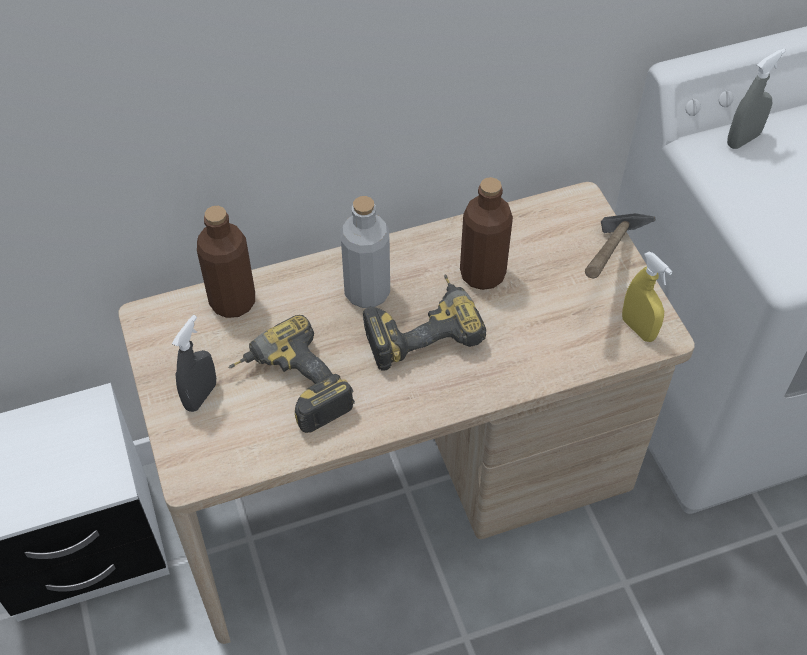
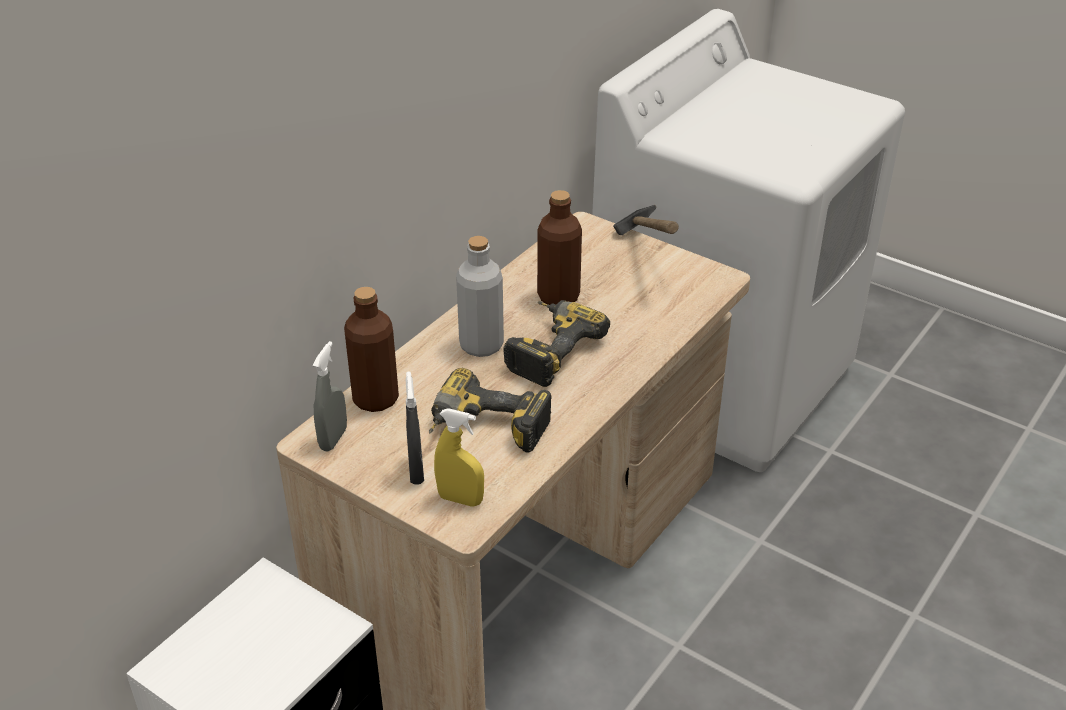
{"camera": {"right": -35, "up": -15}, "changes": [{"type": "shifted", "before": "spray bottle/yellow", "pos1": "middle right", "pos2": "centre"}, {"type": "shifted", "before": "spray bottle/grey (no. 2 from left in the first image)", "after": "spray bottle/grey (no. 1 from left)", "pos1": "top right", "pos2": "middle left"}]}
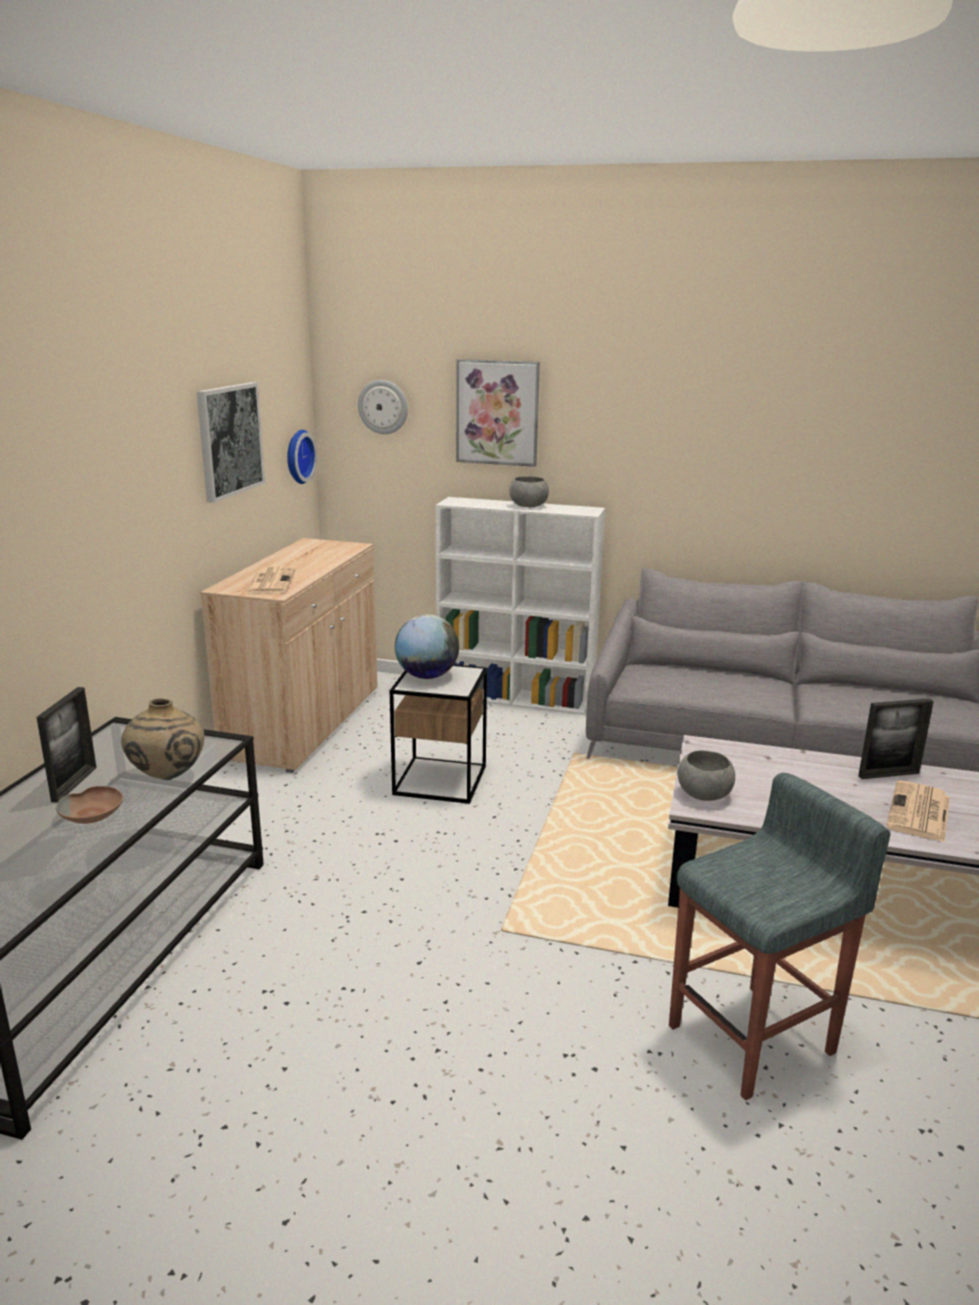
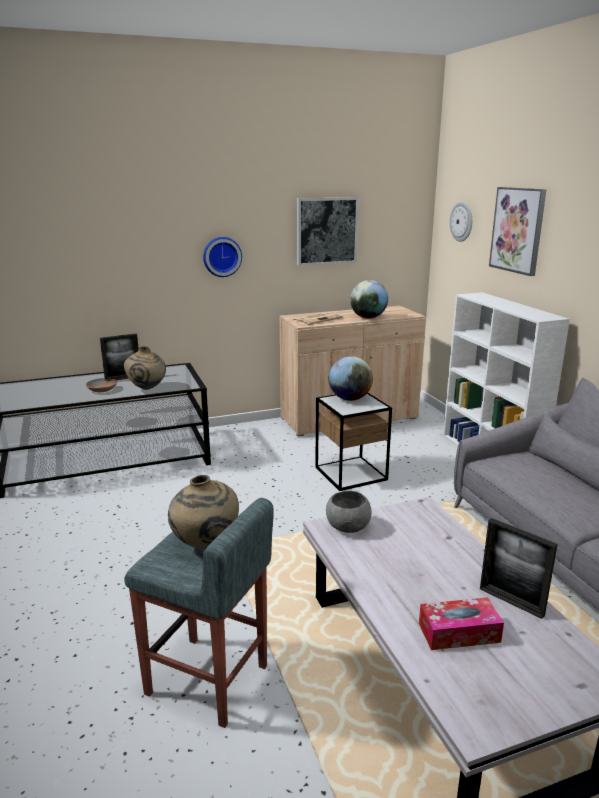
{"camera": {"right": 55, "up": 0}, "changes": [{"type": "shifted", "before": "wall clock (no. 1 from left)", "pos1": "middle left", "pos2": "top centre"}, {"type": "gone", "before": "bowl/grey (no. 1 from left)", "pos1": "centre"}, {"type": "swapped", "before": "newspaper (no. 2 from left)", "after": "tissue box", "pos1": "middle right", "pos2": "bottom right"}, {"type": "new", "after": "vase/beige (no. 2 from left)", "pos2": "centre"}, {"type": "new", "after": "globe (no. 2 from left)", "pos2": "centre"}]}
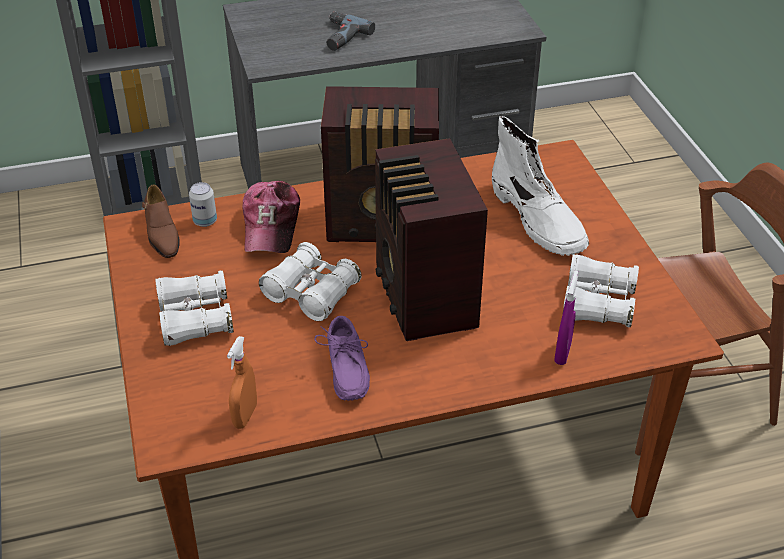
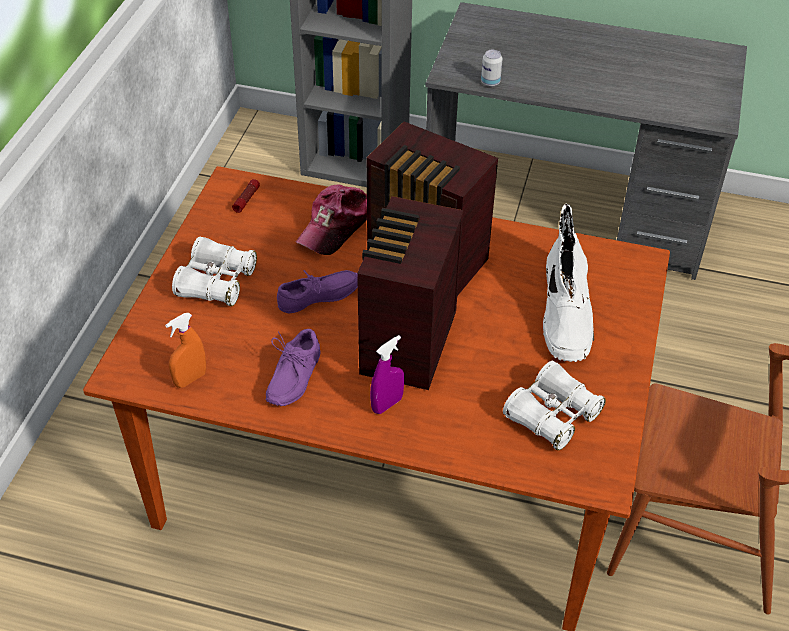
{"camera": {"right": 30, "up": 5}, "changes": [{"type": "swapped", "before": "shoe/brown", "after": "flashlight", "pos1": "middle left", "pos2": "top left"}, {"type": "shifted", "before": "can", "pos1": "middle left", "pos2": "top centre"}, {"type": "swapped", "before": "binoculars/white (no. 2 from left)", "after": "shoe/purple (no. 2 from left)", "pos1": "centre", "pos2": "centre"}, {"type": "gone", "before": "power drill", "pos1": "top centre"}, {"type": "shifted", "before": "spray bottle/purple", "pos1": "middle right", "pos2": "centre"}]}
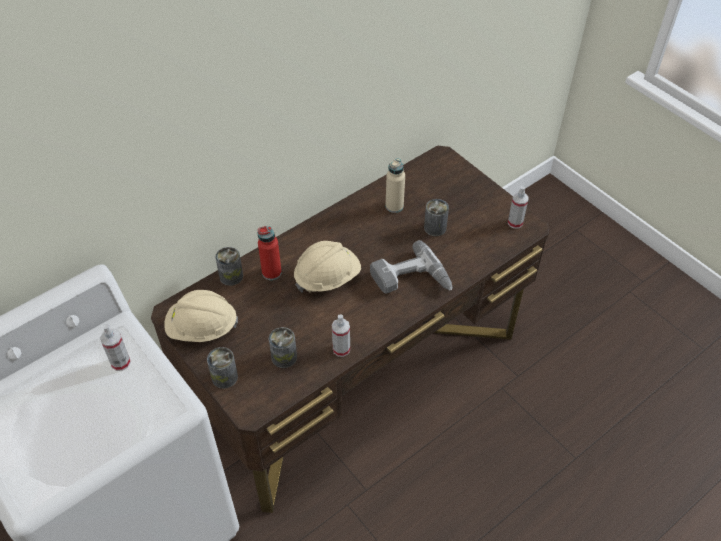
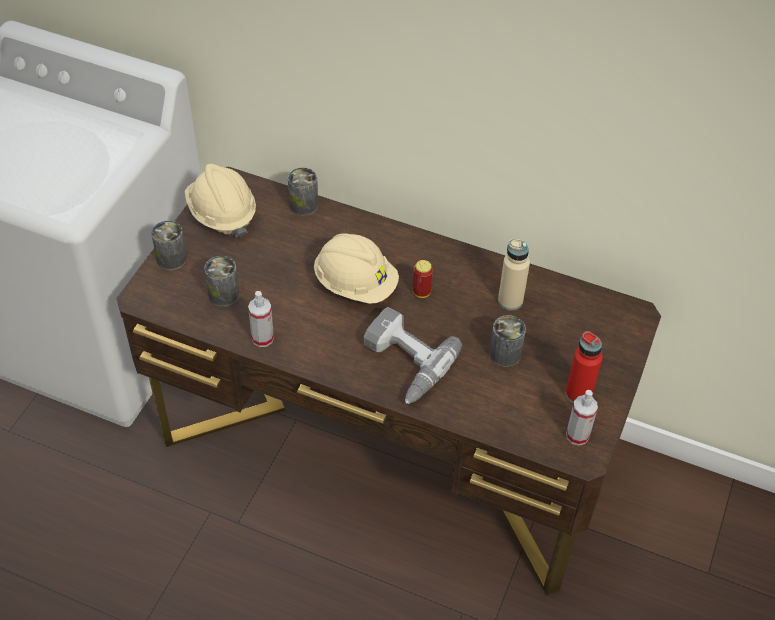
{"camera": {"right": 60, "up": 0}, "changes": [{"type": "gone", "before": "spray bottle (no. 1 from left)", "pos1": "middle left"}, {"type": "shifted", "before": "bottle/red", "pos1": "centre", "pos2": "middle right"}, {"type": "new", "after": "can (no. 4 from left)", "pos2": "centre"}]}
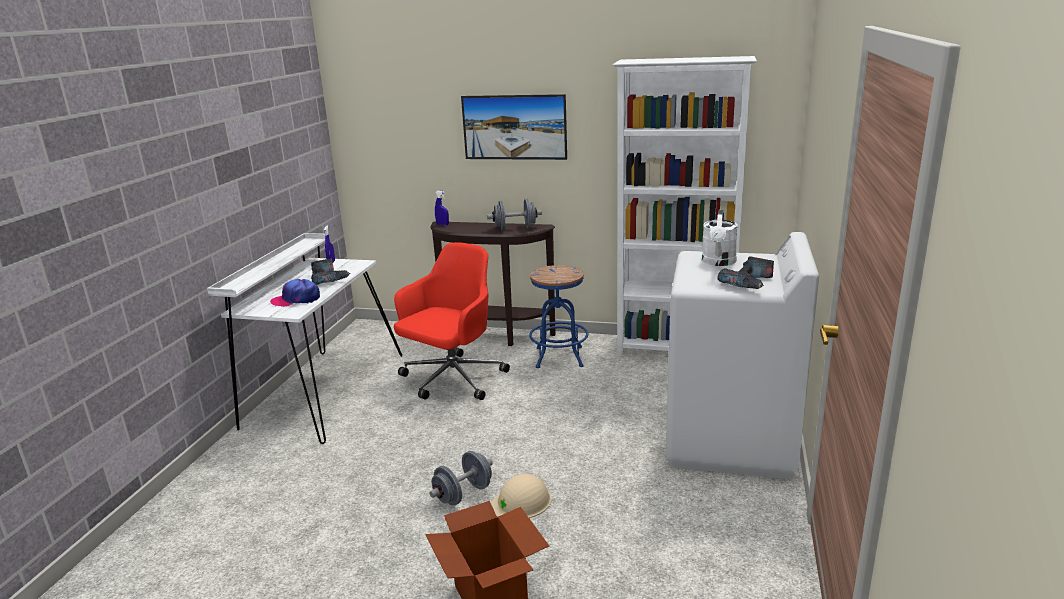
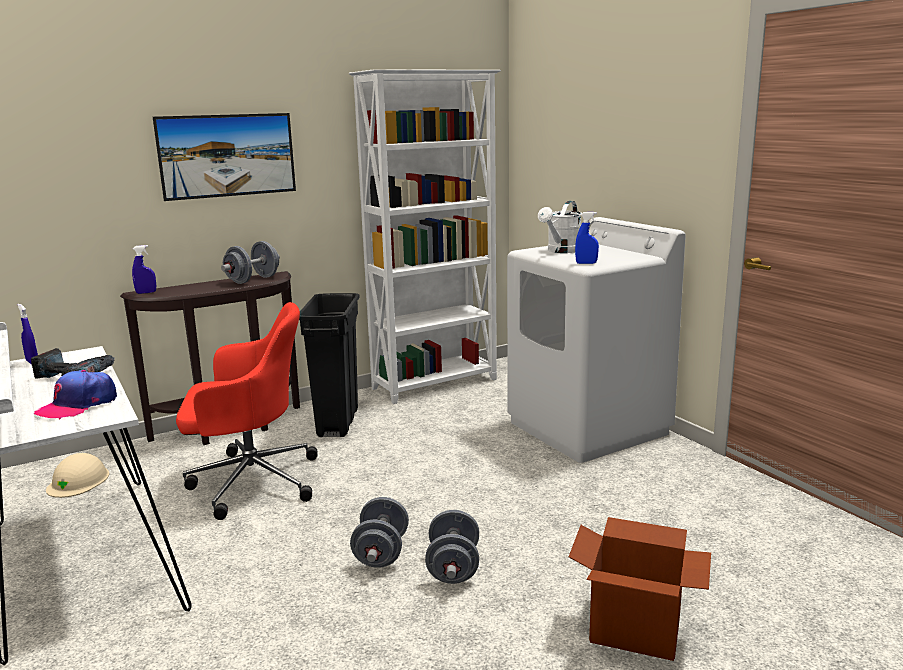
{"camera": {"right": -45, "up": -5}, "changes": [{"type": "rotated", "before": "office chair/red", "pos1": "centre", "pos2": "middle left", "turn": 90}, {"type": "shifted", "before": "hard hat/beige", "pos1": "bottom centre", "pos2": "bottom left"}, {"type": "swapped", "before": "stool/blue", "after": "trash can/black", "pos1": "centre", "pos2": "centre"}, {"type": "rotated", "before": "watering can/white", "pos1": "middle right", "pos2": "centre", "turn": 60}, {"type": "gone", "before": "power drill (no. 2 from left)", "pos1": "middle right"}, {"type": "new", "after": "dumbbell/grey (no. 2 from left)", "pos2": "bottom centre"}, {"type": "new", "after": "spray bottle/blue (no. 3 from left)", "pos2": "centre"}]}
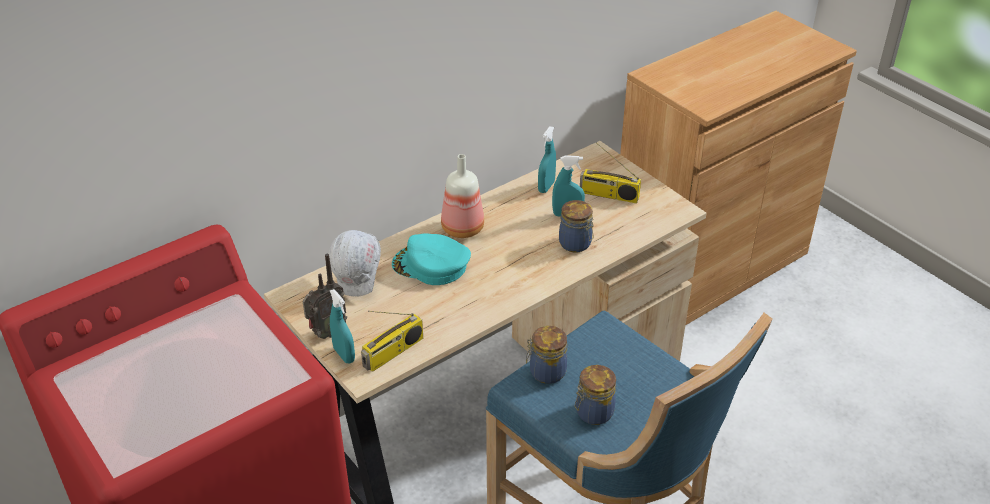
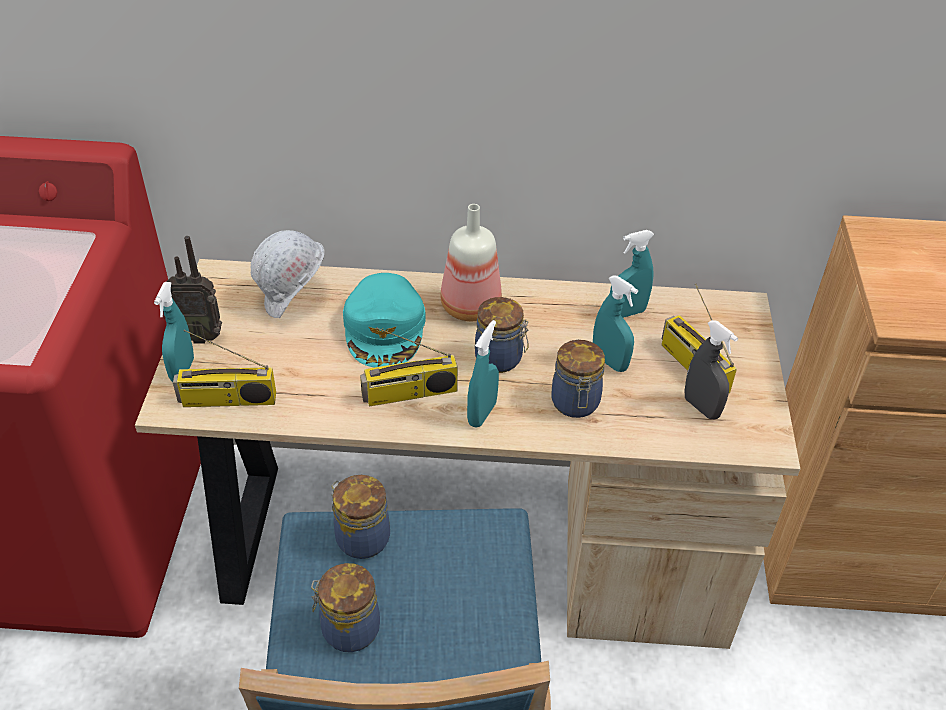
{"camera": {"right": 40, "up": 5}, "changes": [{"type": "rotated", "before": "cap/turquoise", "pos1": "centre", "pos2": "centre", "turn": -150}, {"type": "new", "after": "radio (no. 3 from left)", "pos2": "centre"}, {"type": "new", "after": "spray bottle/turquoise (no. 2 from left)", "pos2": "centre"}, {"type": "new", "after": "jar (no. 3 from left)", "pos2": "centre"}, {"type": "new", "after": "spray bottle/grey", "pos2": "middle right"}]}
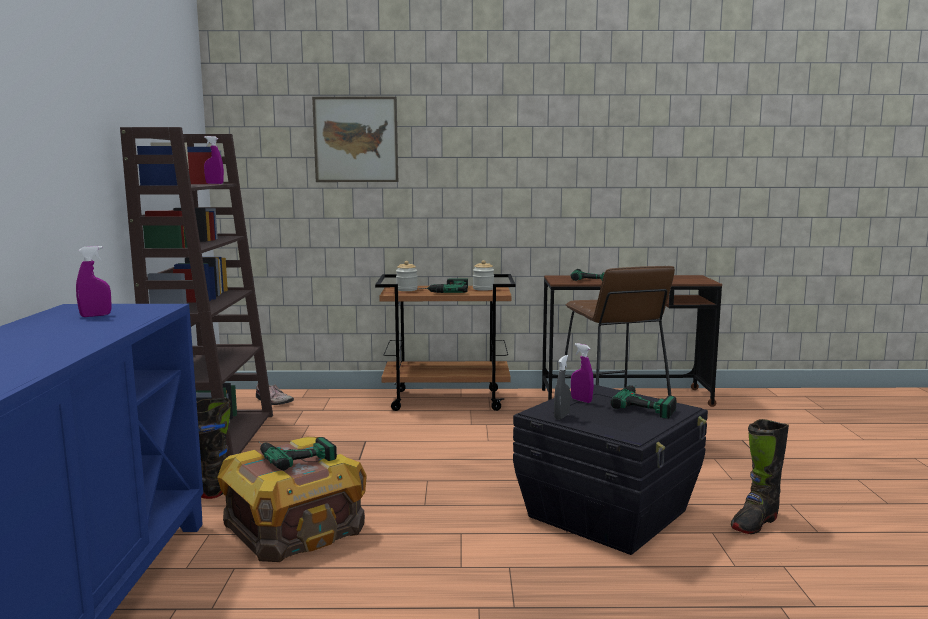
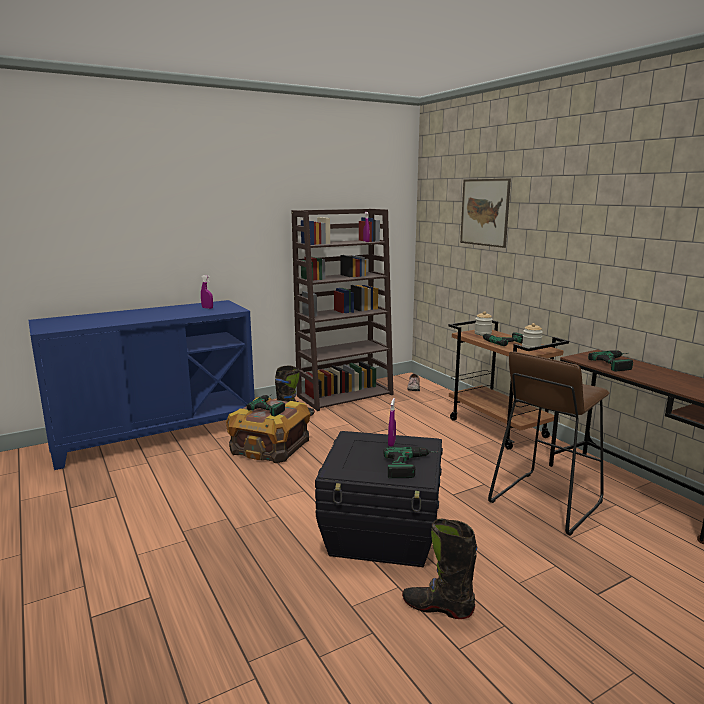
{"camera": {"right": 60, "up": 5}, "changes": [{"type": "gone", "before": "spray bottle/grey", "pos1": "centre"}]}
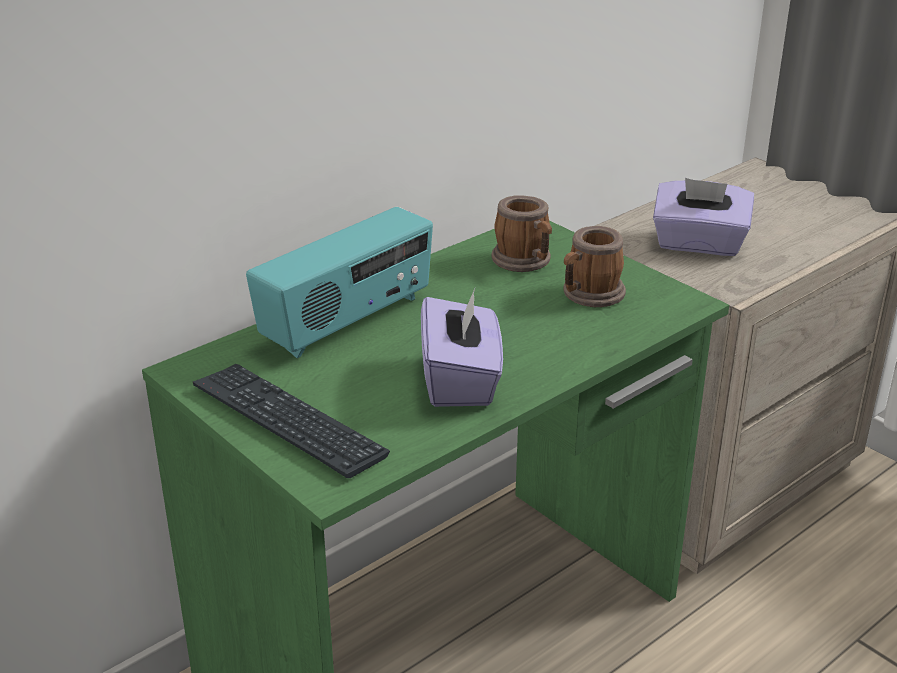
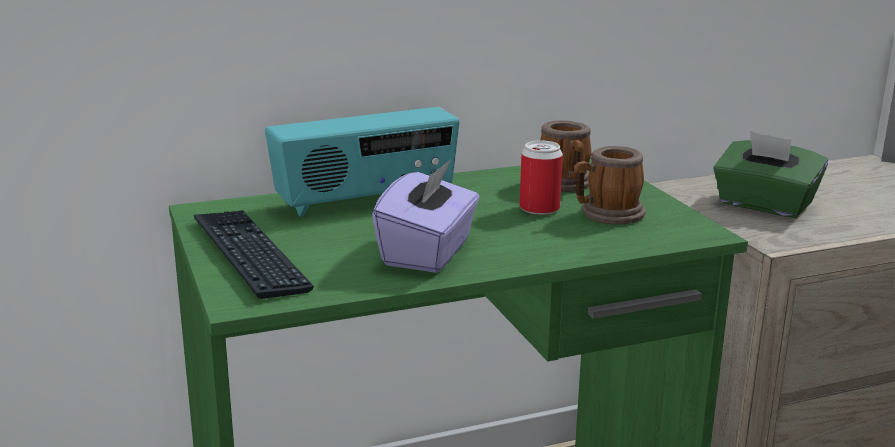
{"camera": {"right": 20, "up": -10}, "changes": [{"type": "repainted", "before": "tissue box/purple (no. 2 from left)", "after": "tissue box/green", "pos1": "top right", "pos2": "middle right"}, {"type": "new", "after": "can", "pos2": "centre"}]}
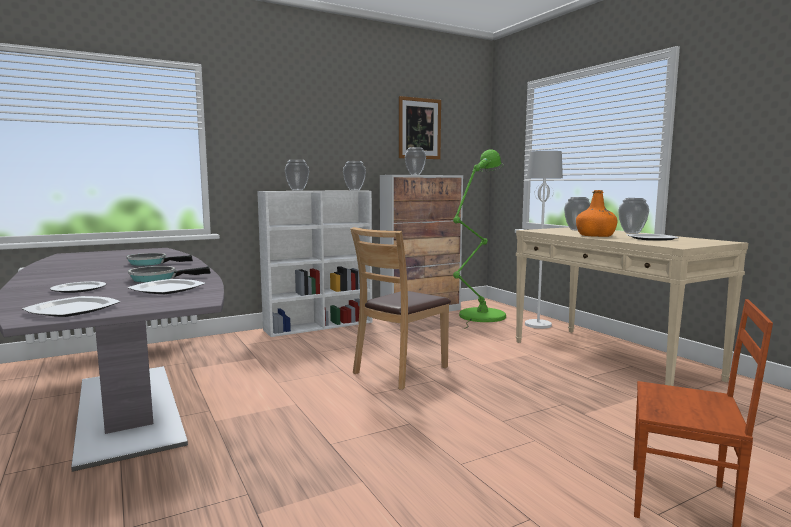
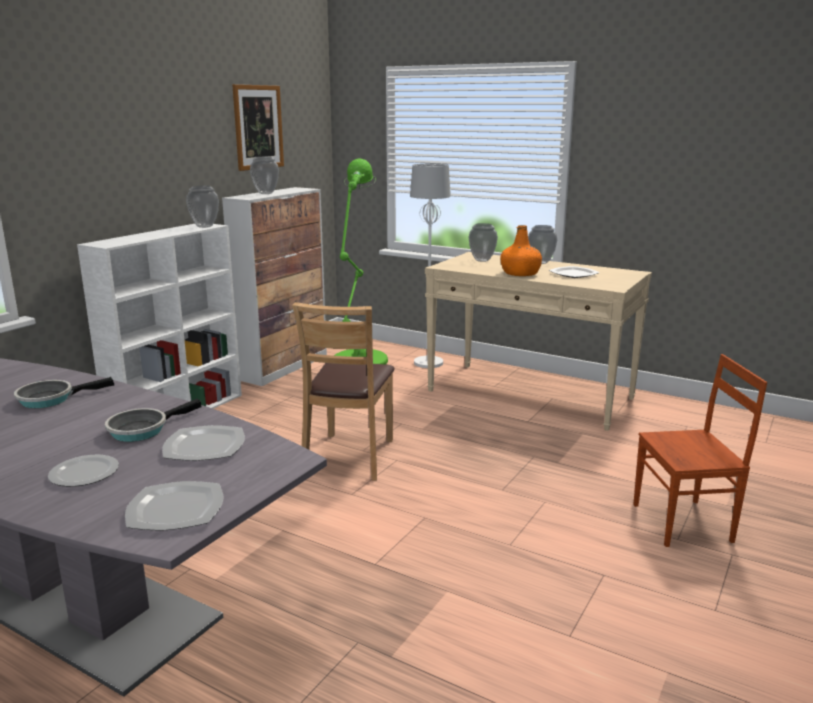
{"camera": {"right": -30, "up": 10}, "changes": [{"type": "gone", "before": "vase (no. 1 from left)", "pos1": "top centre"}]}
